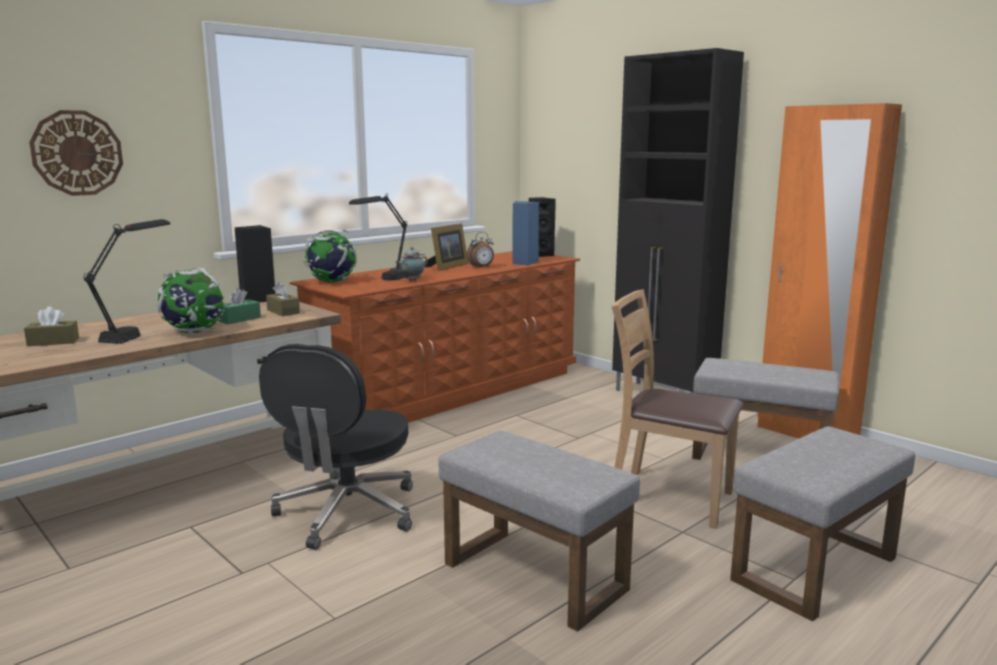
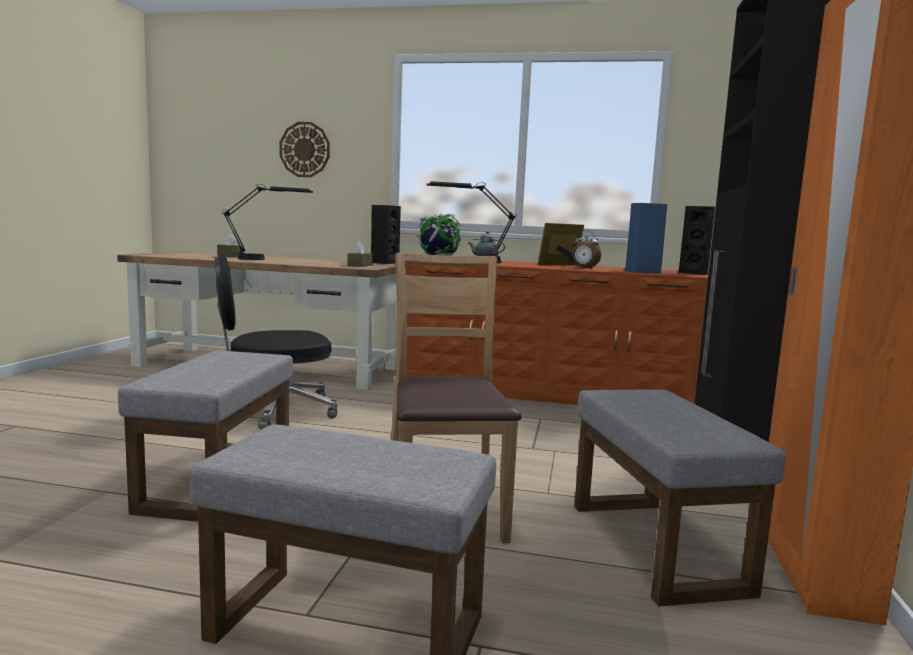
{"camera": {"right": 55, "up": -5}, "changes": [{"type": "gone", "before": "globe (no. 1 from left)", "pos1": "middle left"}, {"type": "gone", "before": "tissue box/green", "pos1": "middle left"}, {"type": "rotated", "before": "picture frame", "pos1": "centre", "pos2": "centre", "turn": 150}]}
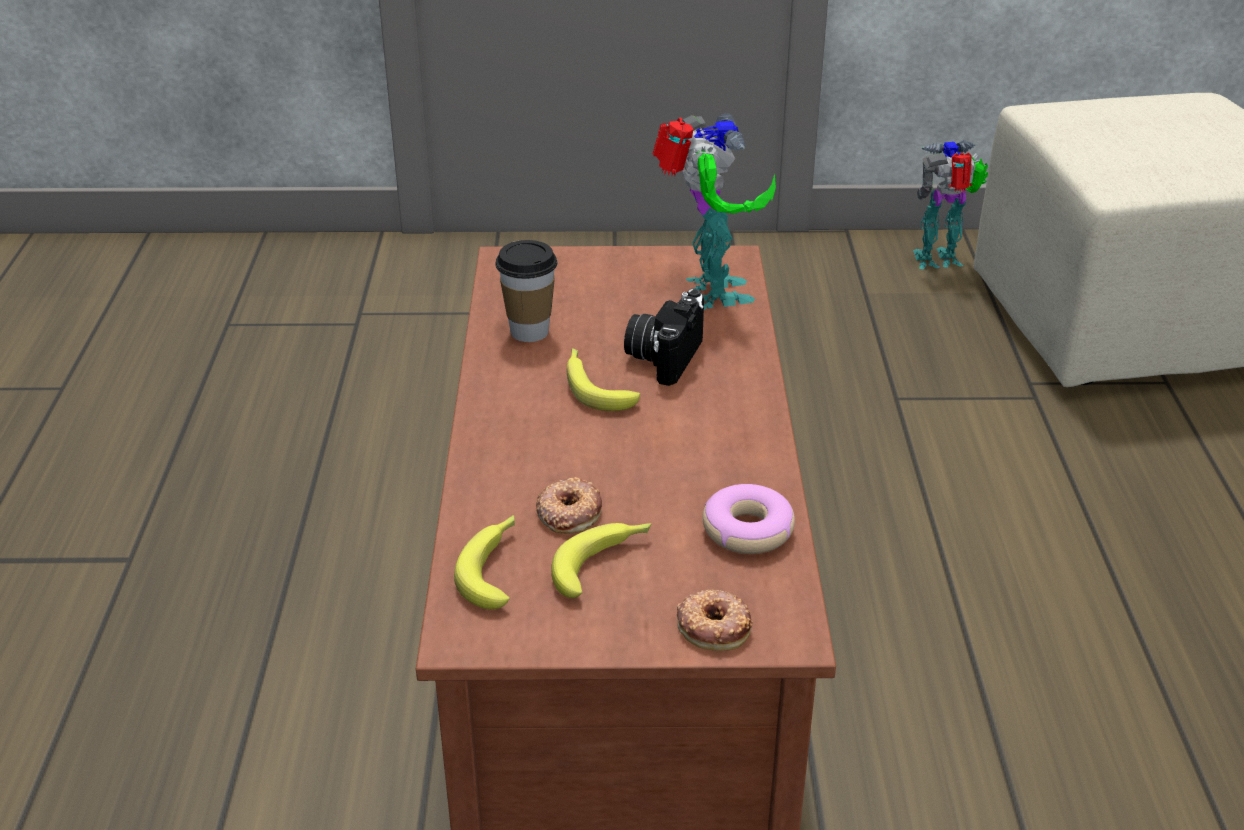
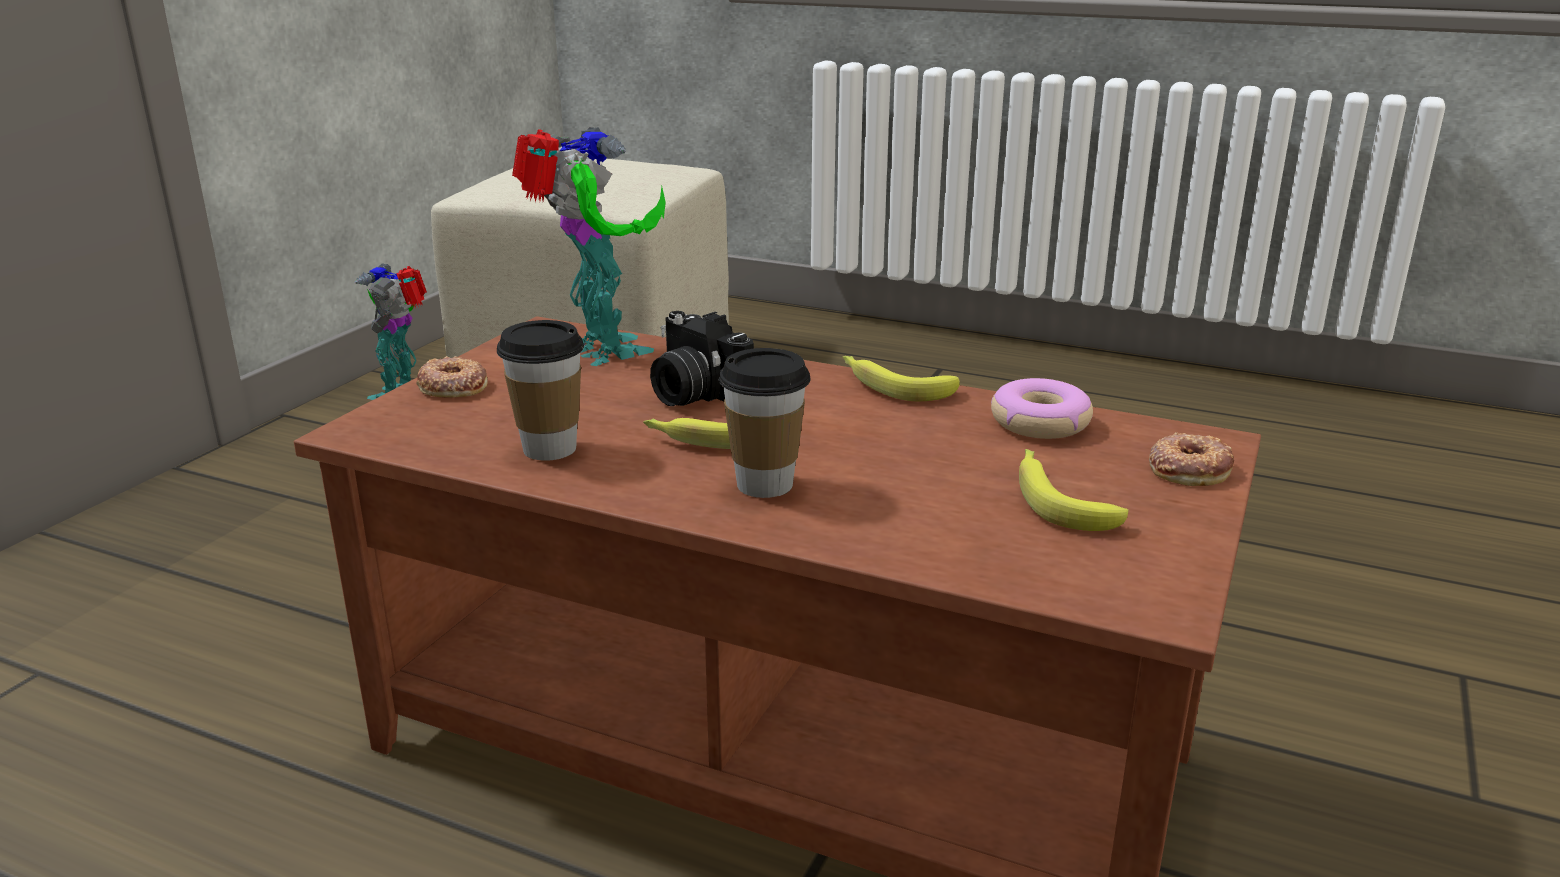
{"camera": {"right": -65, "up": -10}, "changes": [{"type": "shifted", "before": "banana (no. 1 from left in the first image)", "after": "banana (no. 2 from left)", "pos1": "bottom centre", "pos2": "centre"}, {"type": "shifted", "before": "donut (no. 1 from left)", "pos1": "centre", "pos2": "middle left"}, {"type": "rotated", "before": "toy robot (no. 1 from left in the first image)", "pos1": "top centre", "pos2": "top centre", "turn": 45}, {"type": "new", "after": "cup (no. 2 from left)", "pos2": "centre"}]}
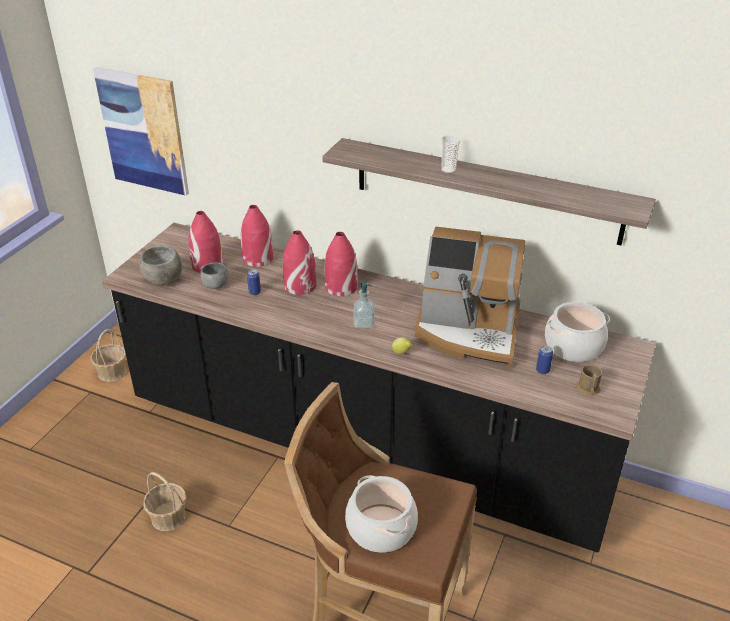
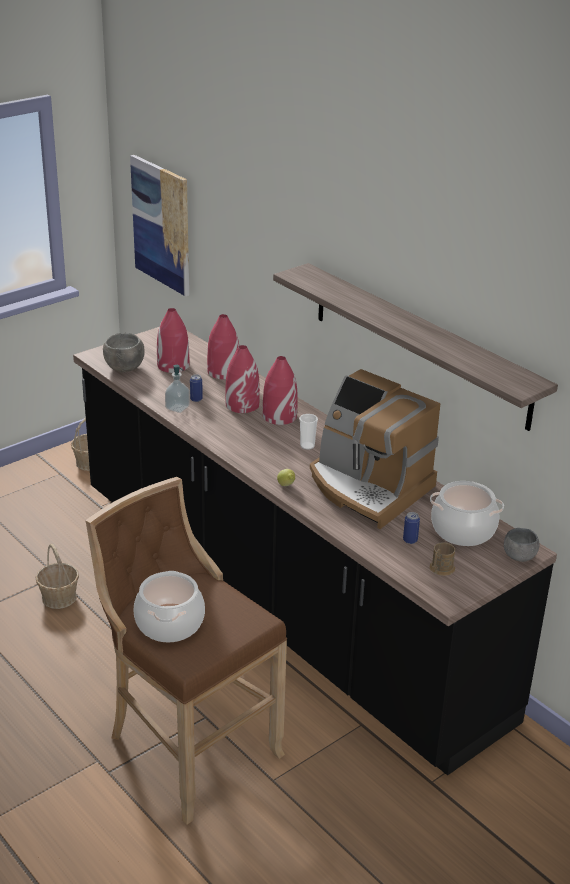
{"camera": {"right": 25, "up": -5}, "changes": [{"type": "shifted", "before": "bowl/grey (no. 2 from left)", "pos1": "middle left", "pos2": "middle right"}, {"type": "shifted", "before": "soap dispenser", "pos1": "centre", "pos2": "middle left"}, {"type": "shifted", "before": "cup", "pos1": "top centre", "pos2": "centre"}]}
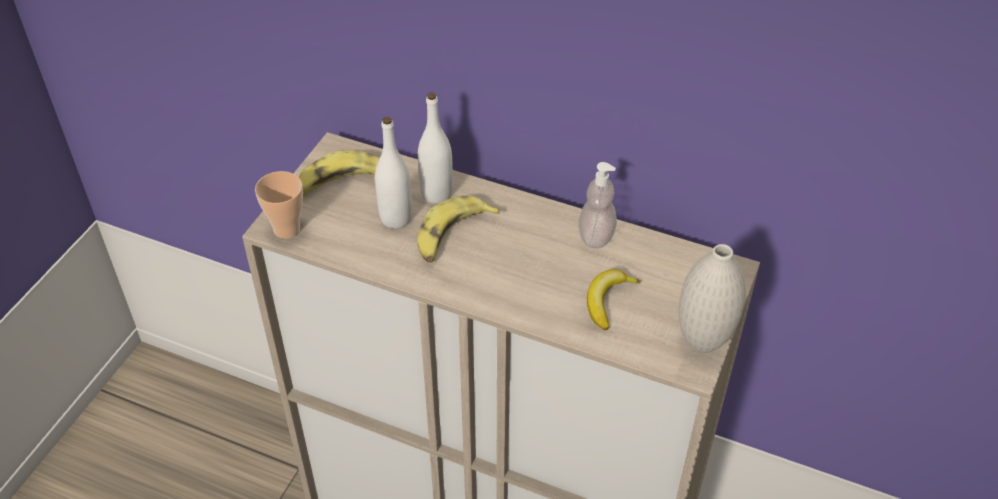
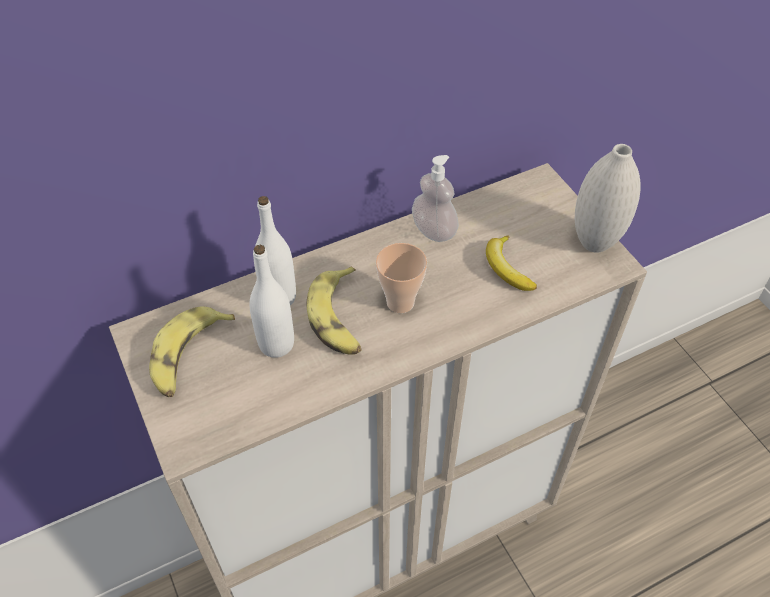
{"camera": {"right": -50, "up": 5}, "changes": [{"type": "shifted", "before": "cup", "pos1": "middle left", "pos2": "centre"}]}
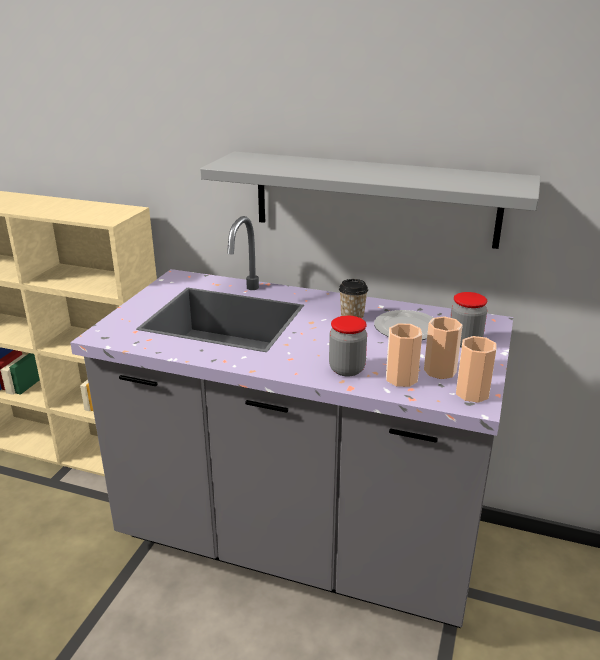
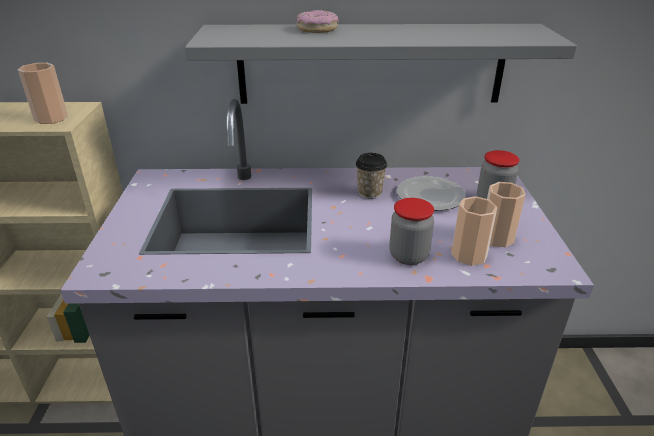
{"camera": {"right": -20, "up": 5}, "changes": [{"type": "shifted", "before": "cup (no. 4 from left in the first image)", "after": "cup (no. 1 from left)", "pos1": "middle right", "pos2": "top left"}, {"type": "new", "after": "donut", "pos2": "top centre"}]}
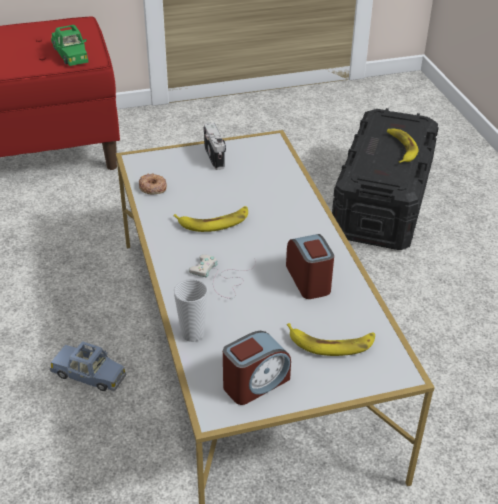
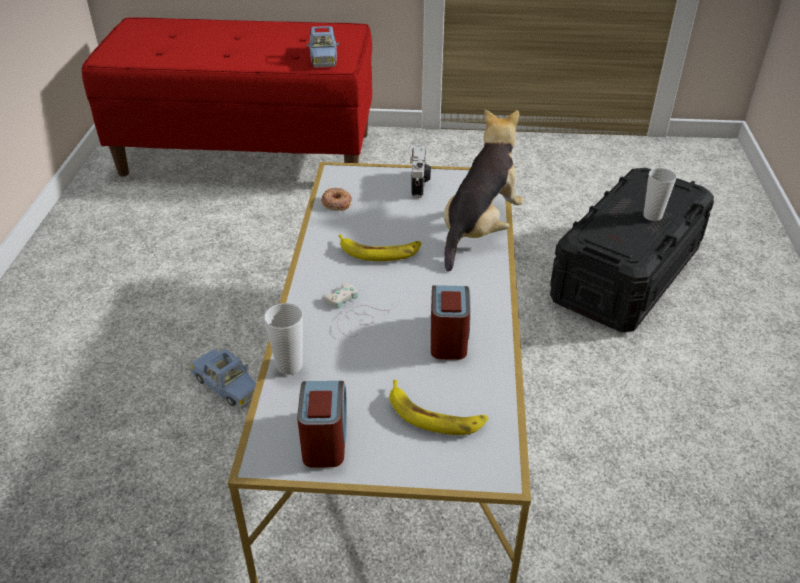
{"camera": {"right": 20, "up": 0}, "changes": [{"type": "repainted", "before": "toy car/green", "after": "toy car/blue (no. 2 from left)", "pos1": "top left", "pos2": "top centre"}, {"type": "rotated", "before": "alarm clock (no. 1 from left)", "pos1": "bottom centre", "pos2": "bottom centre", "turn": -75}, {"type": "swapped", "before": "banana (no. 3 from left)", "after": "cup (no. 2 from left)", "pos1": "top right", "pos2": "top right"}, {"type": "new", "after": "plush toy", "pos2": "top centre"}]}
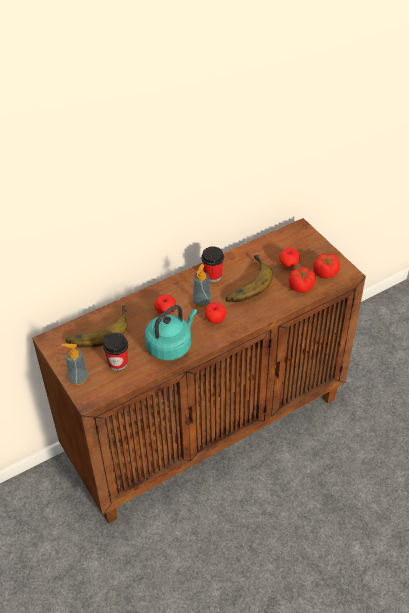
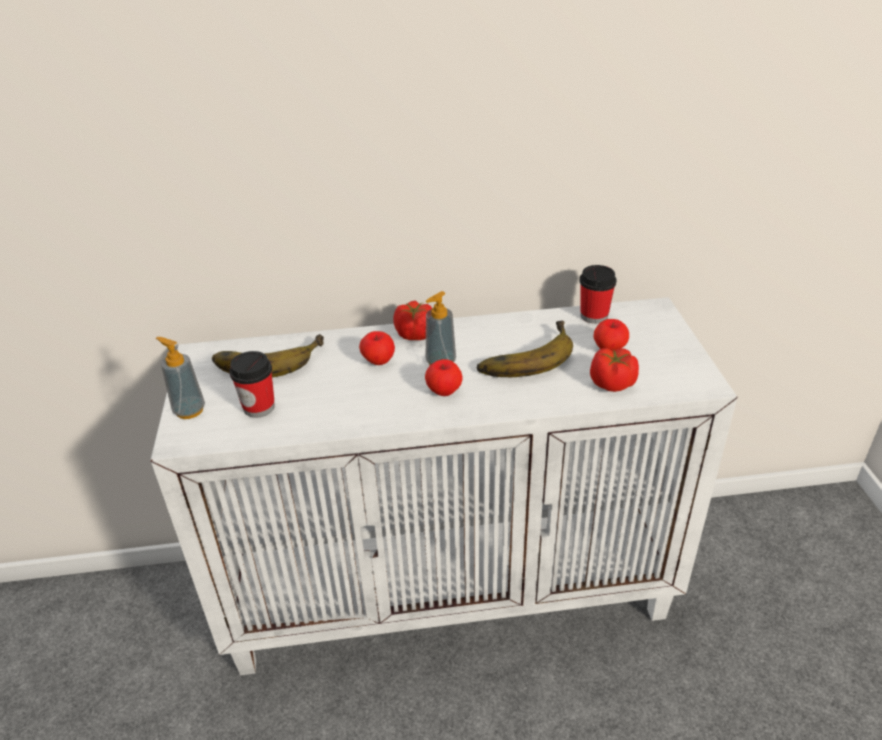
{"camera": {"right": 25, "up": -10}, "changes": [{"type": "repainted", "before": "cabinet/brown", "after": "cabinet/white", "pos1": "centre", "pos2": "centre"}, {"type": "gone", "before": "kettle/turquoise", "pos1": "centre"}, {"type": "shifted", "before": "cup (no. 2 from left)", "pos1": "centre", "pos2": "middle right"}, {"type": "shifted", "before": "tomato (no. 2 from left in the first image)", "after": "tomato (no. 1 from left)", "pos1": "middle right", "pos2": "centre"}]}
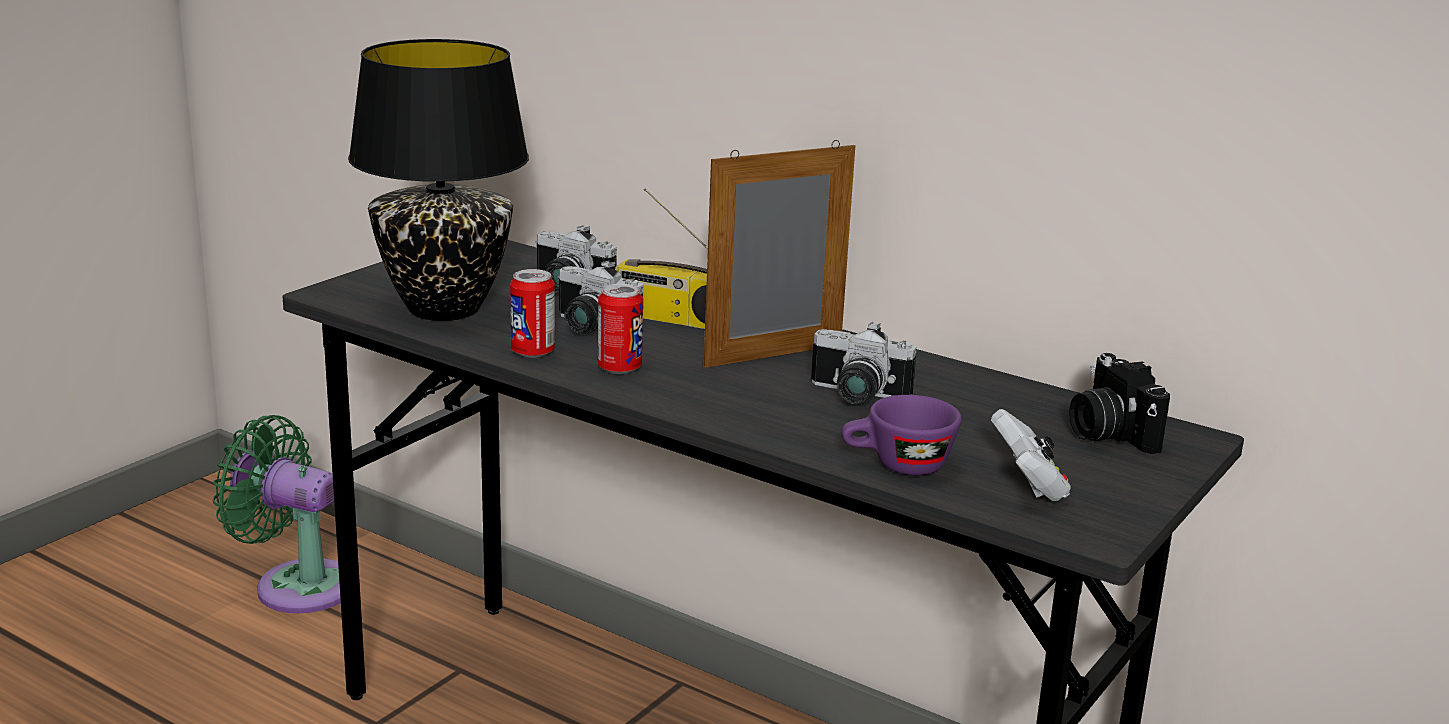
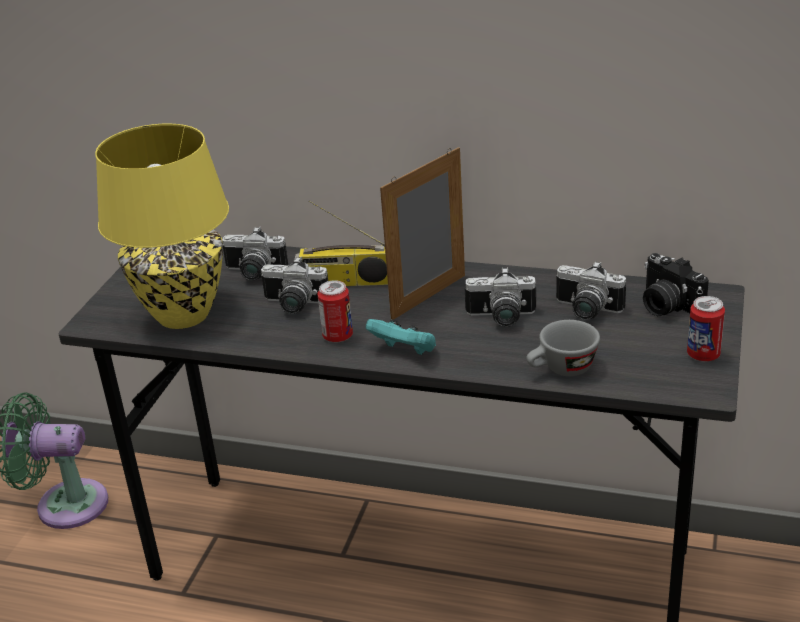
{"camera": {"right": -15, "up": 10}, "changes": [{"type": "repainted", "before": "table lamp/black", "after": "table lamp/yellow", "pos1": "top left", "pos2": "middle left"}, {"type": "shifted", "before": "can (no. 1 from left in the first image)", "after": "can (no. 2 from left)", "pos1": "centre", "pos2": "middle right"}, {"type": "repainted", "before": "cup/purple", "after": "cup/grey", "pos1": "centre", "pos2": "middle right"}, {"type": "gone", "before": "game controller/white", "pos1": "middle right"}, {"type": "new", "after": "game controller/turquoise", "pos2": "centre"}, {"type": "new", "after": "photo camera (no. 4 from left)", "pos2": "middle right"}]}
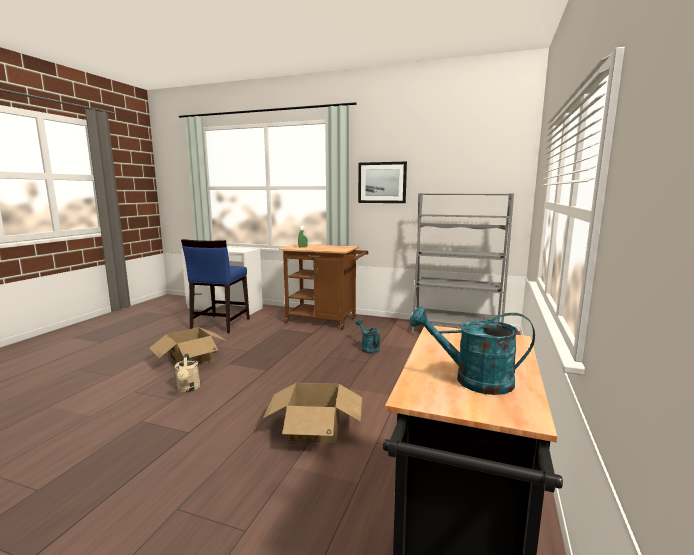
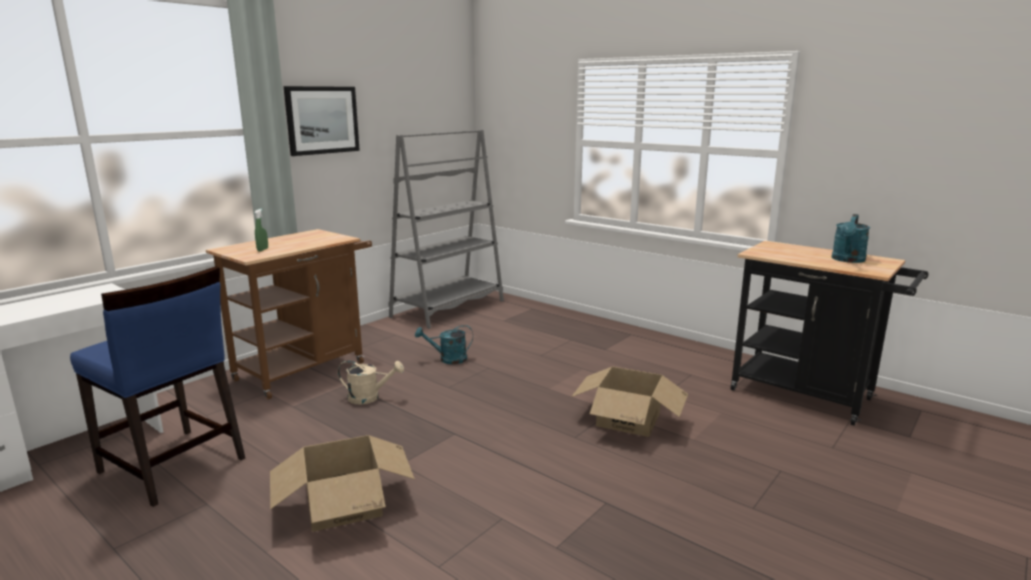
{"camera": {"right": -70, "up": 5}, "changes": [{"type": "shifted", "before": "watering can/beige", "pos1": "bottom left", "pos2": "centre"}]}
